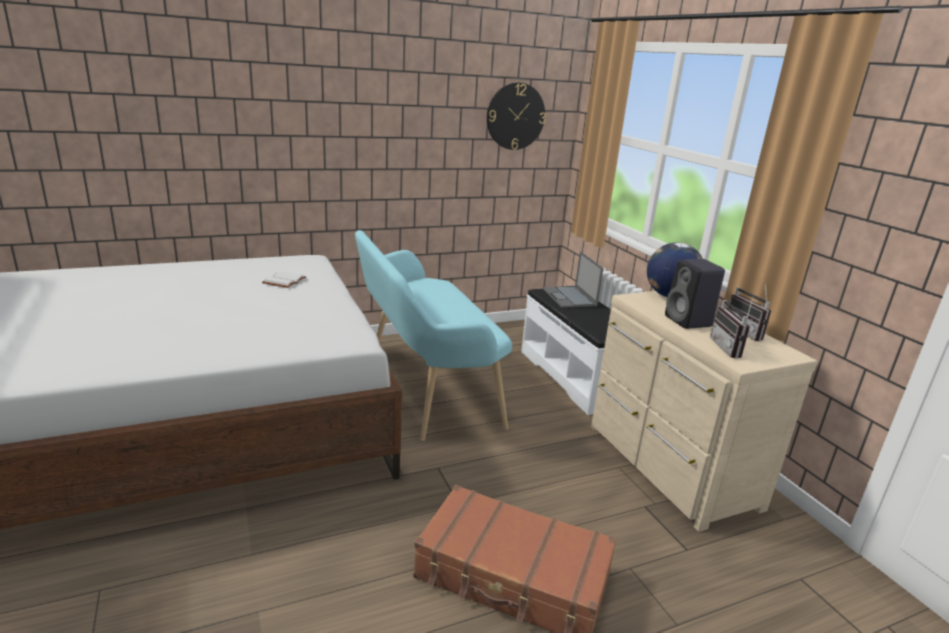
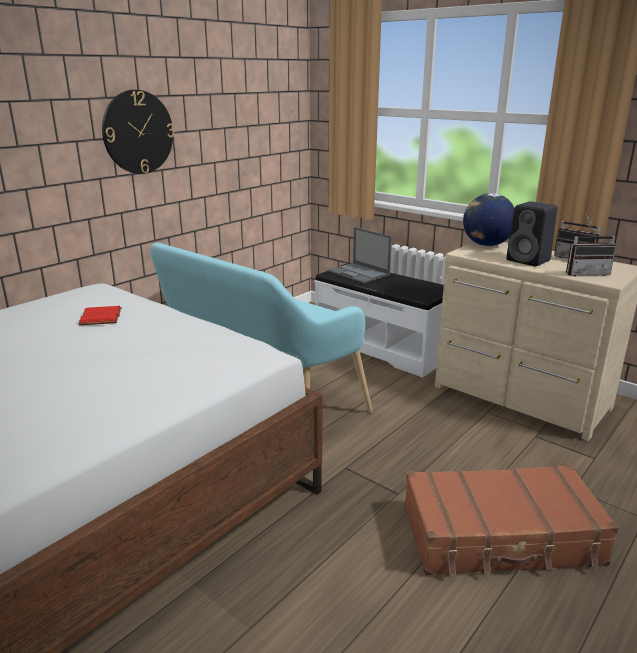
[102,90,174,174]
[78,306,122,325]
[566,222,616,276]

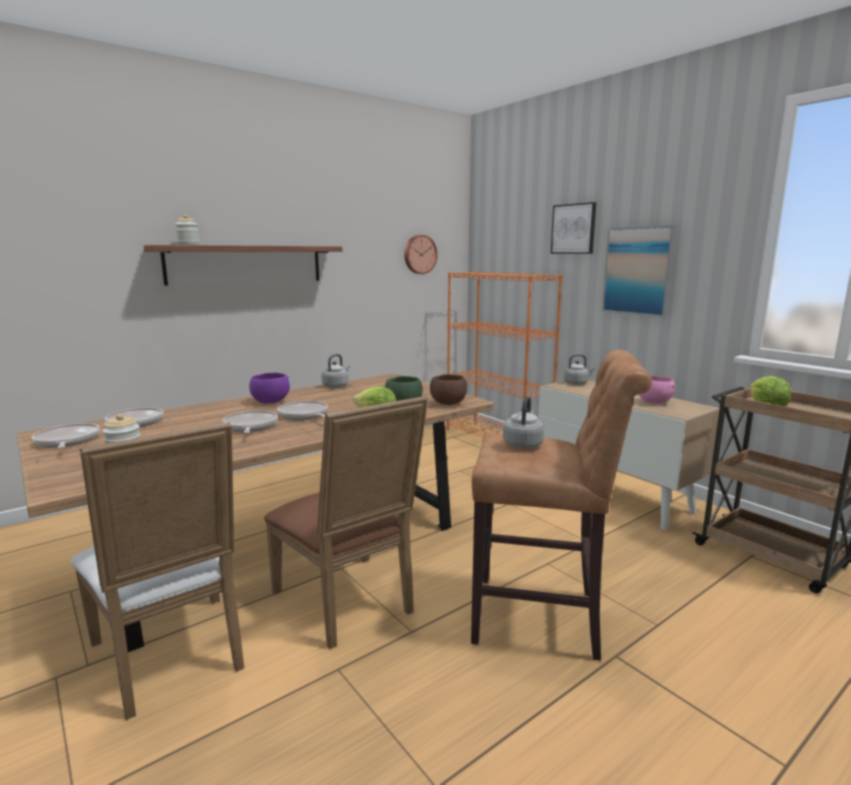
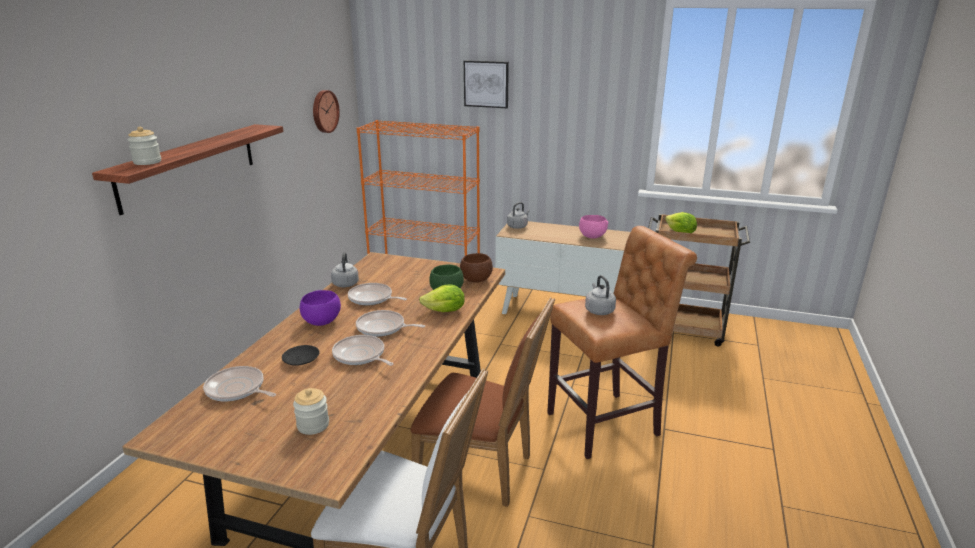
[602,226,676,317] (first image)
[348,283,407,305]
[282,345,320,366]

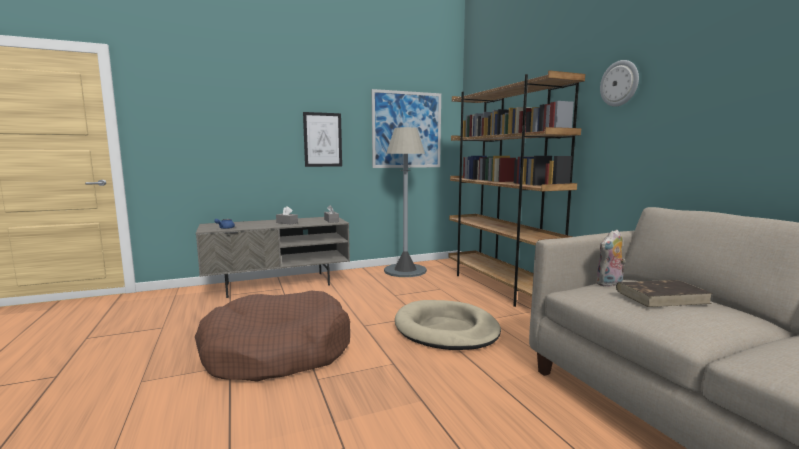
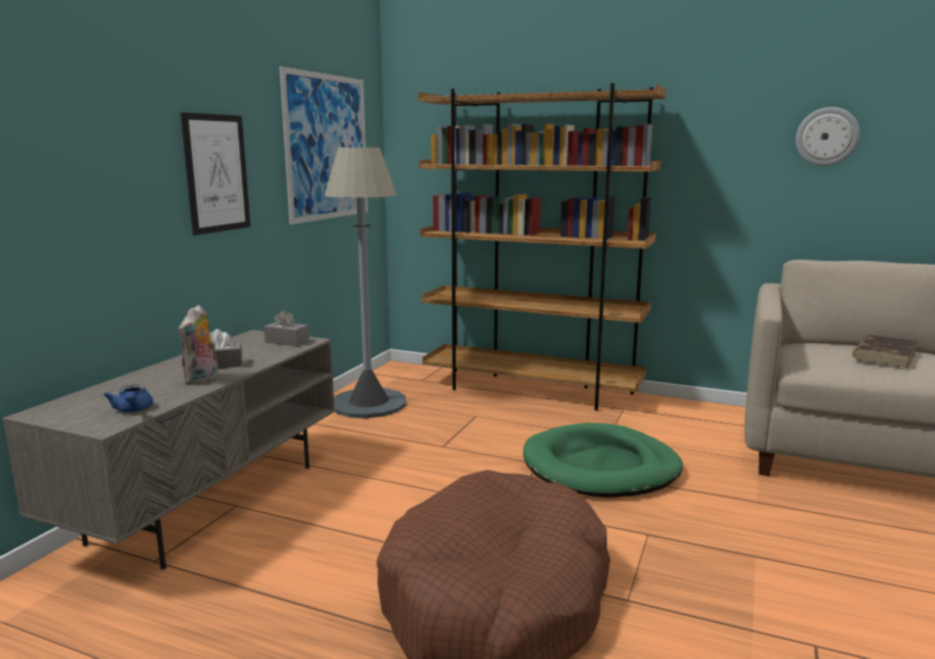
[796,107,860,166]
[179,305,218,385]
[523,423,683,498]

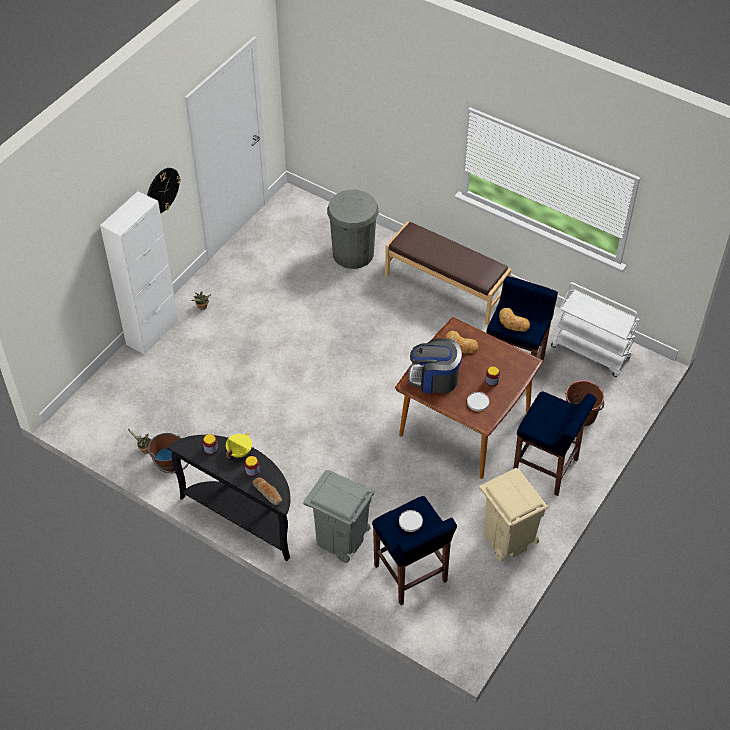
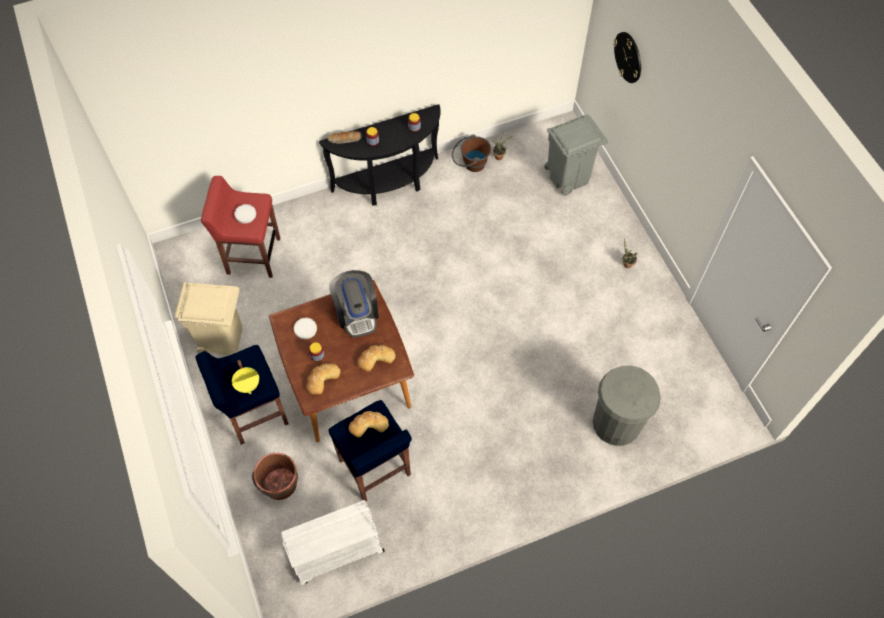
[613,32,641,83]
[100,191,178,355] (first image)
[385,222,511,325] (first image)
[329,270,379,338]
[232,360,259,394]
[544,114,608,196]
[201,176,281,278]
[307,363,340,395]

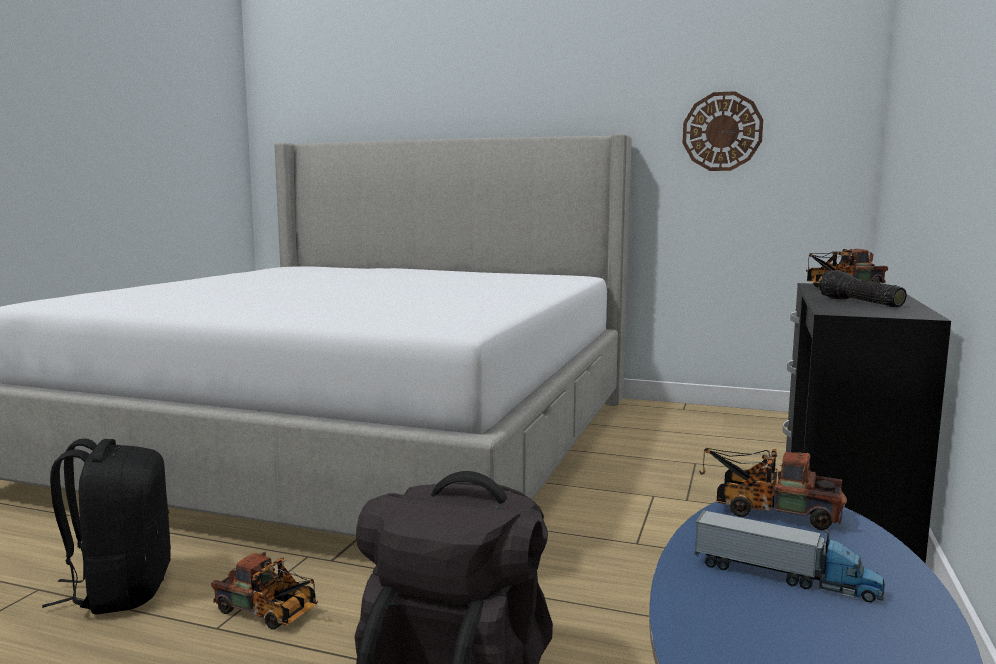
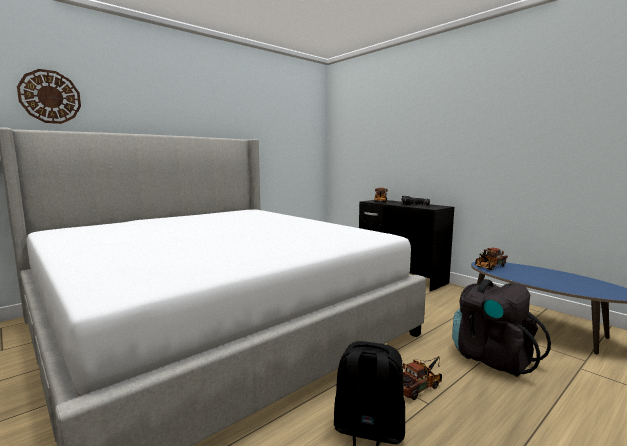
[17,69,81,124]
[695,510,885,602] (first image)

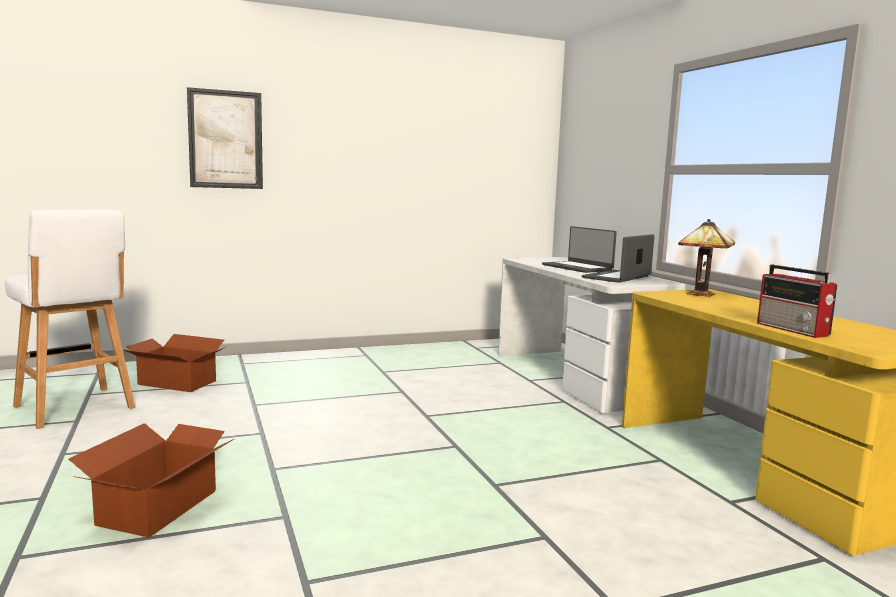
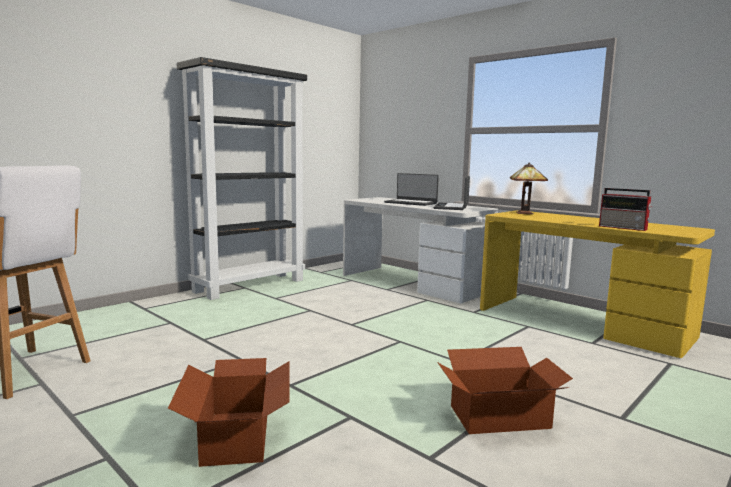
[187,87,263,189] (first image)
[437,347,573,434]
[177,57,307,300]

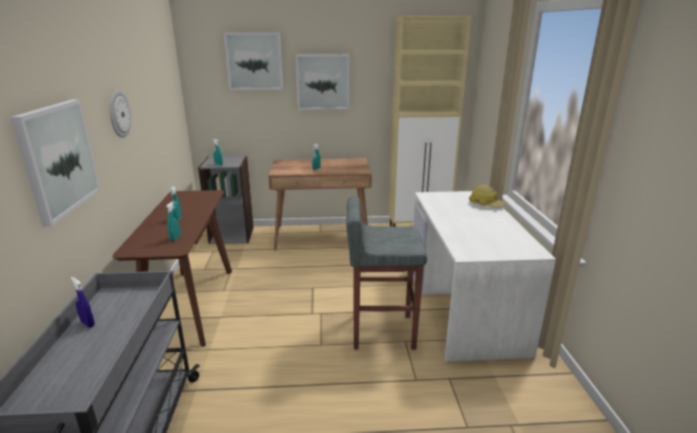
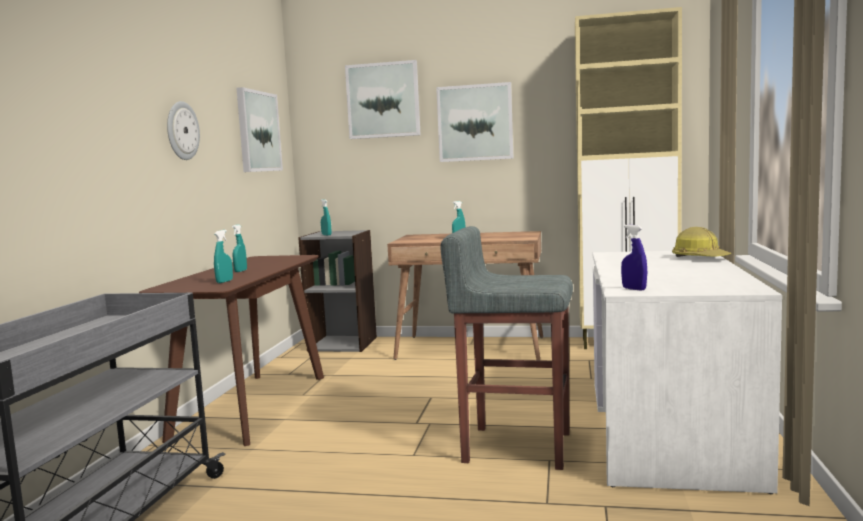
[236,87,283,172]
[621,225,647,291]

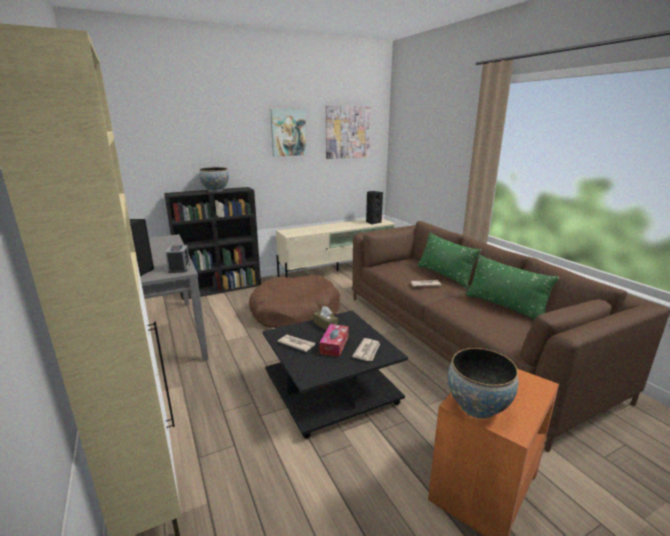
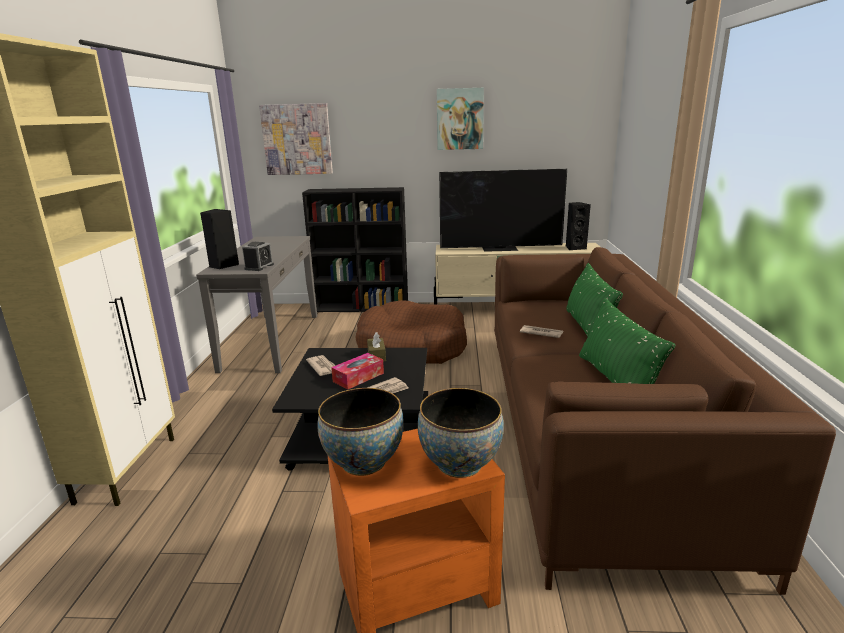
[259,103,333,175]
[418,388,504,478]
[439,169,567,252]

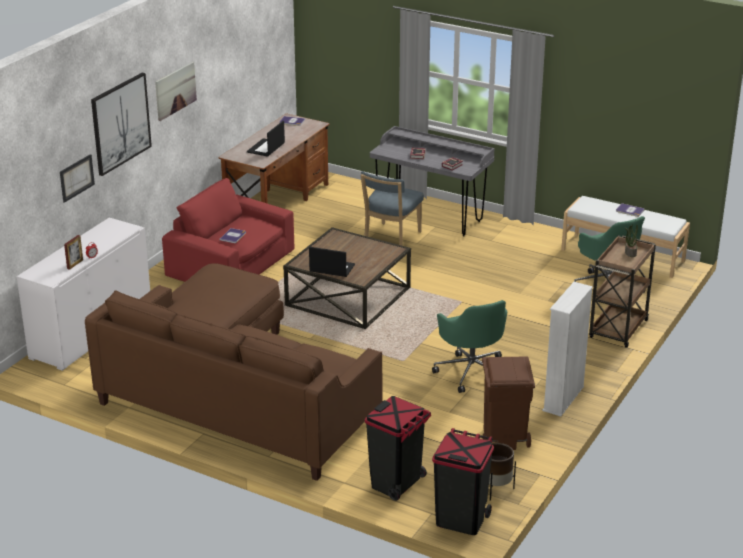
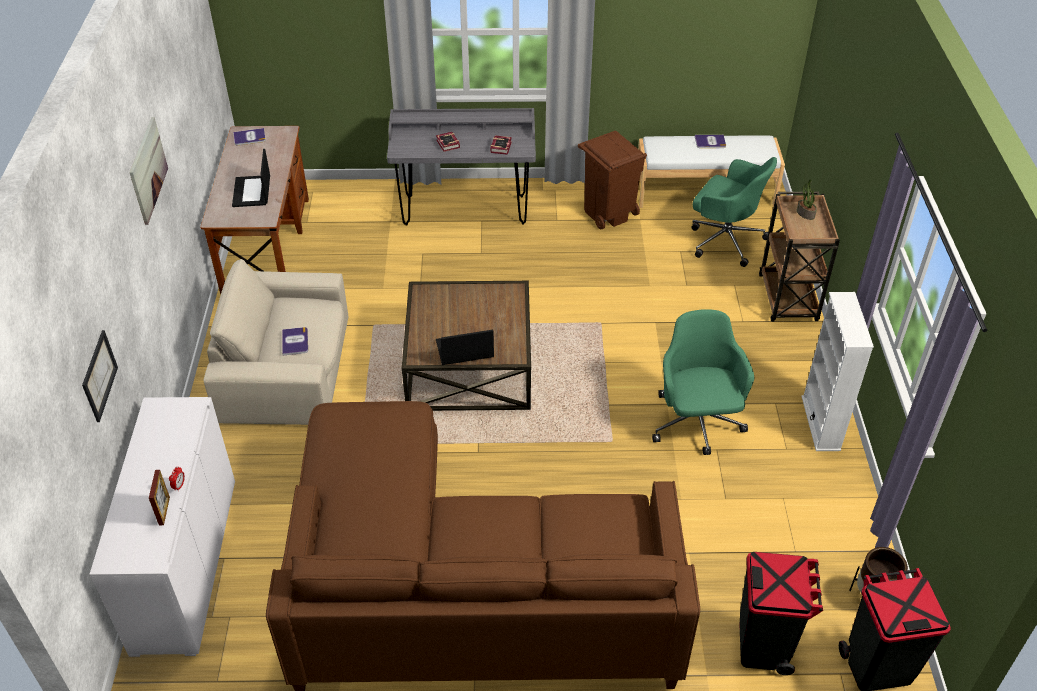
[91,73,152,176] (first image)
[360,171,424,246] (first image)
[204,259,348,425]
[652,309,754,455]
[578,131,647,230]

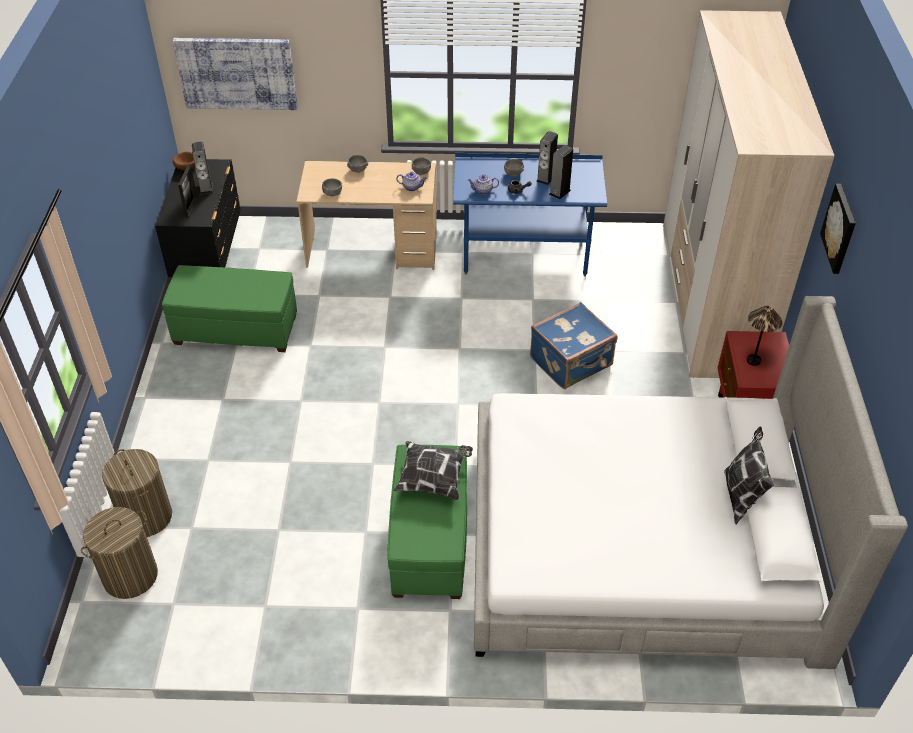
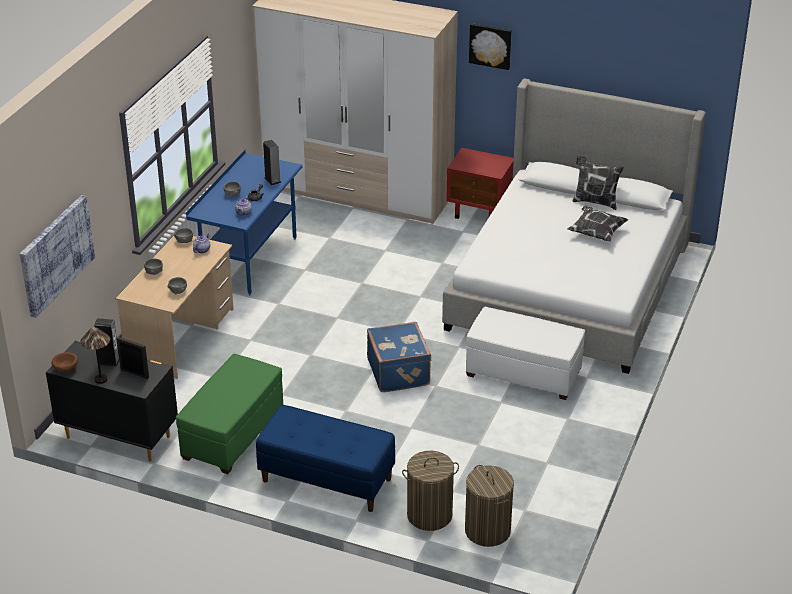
[536,131,558,185] (first image)
[367,322,431,392]
[81,327,110,384]
[567,206,628,242]
[466,307,585,400]
[256,405,395,512]

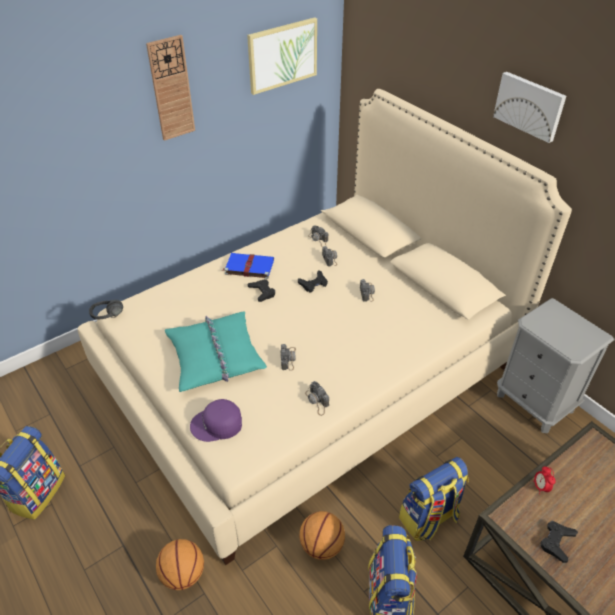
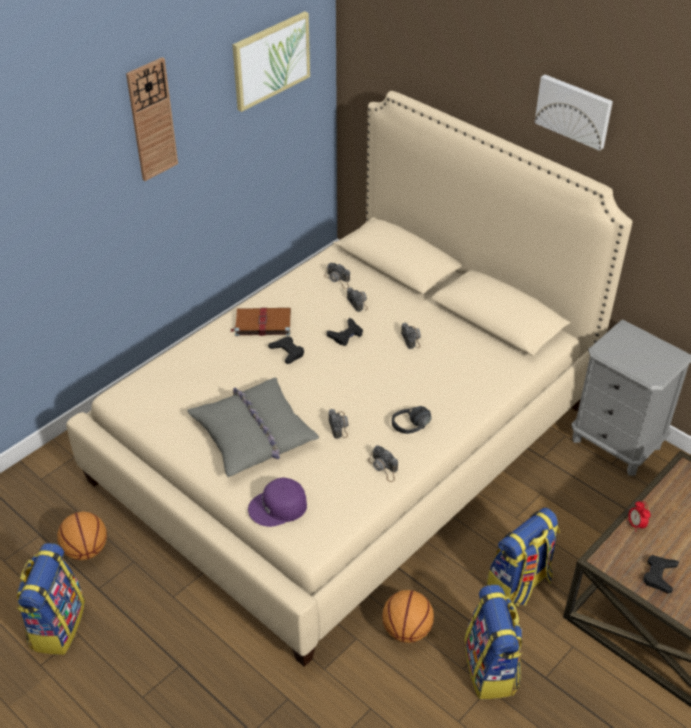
[230,308,291,336]
[392,406,432,434]
[187,378,319,477]
[57,511,107,560]

